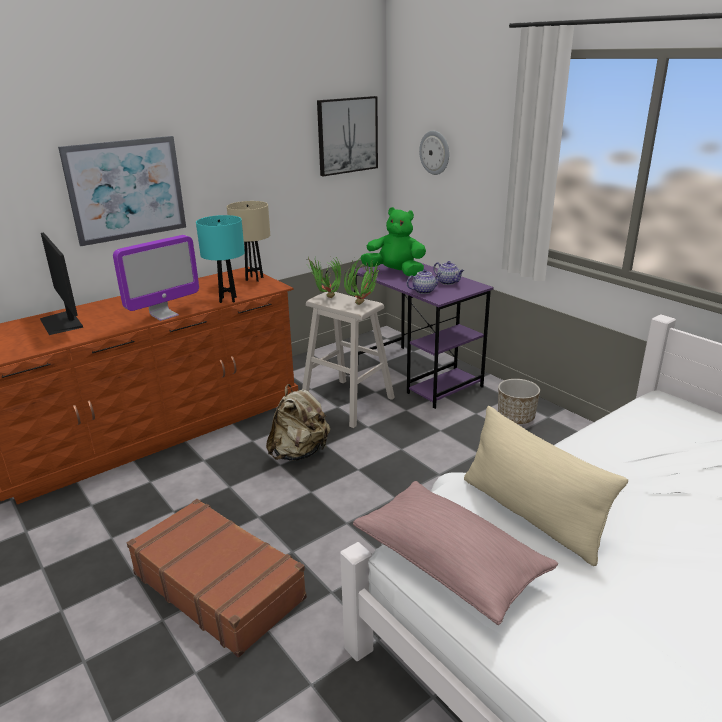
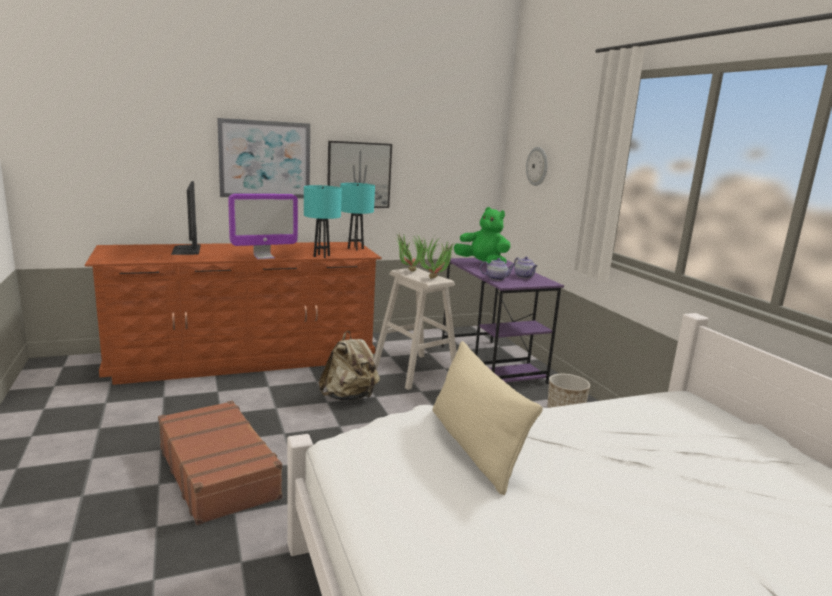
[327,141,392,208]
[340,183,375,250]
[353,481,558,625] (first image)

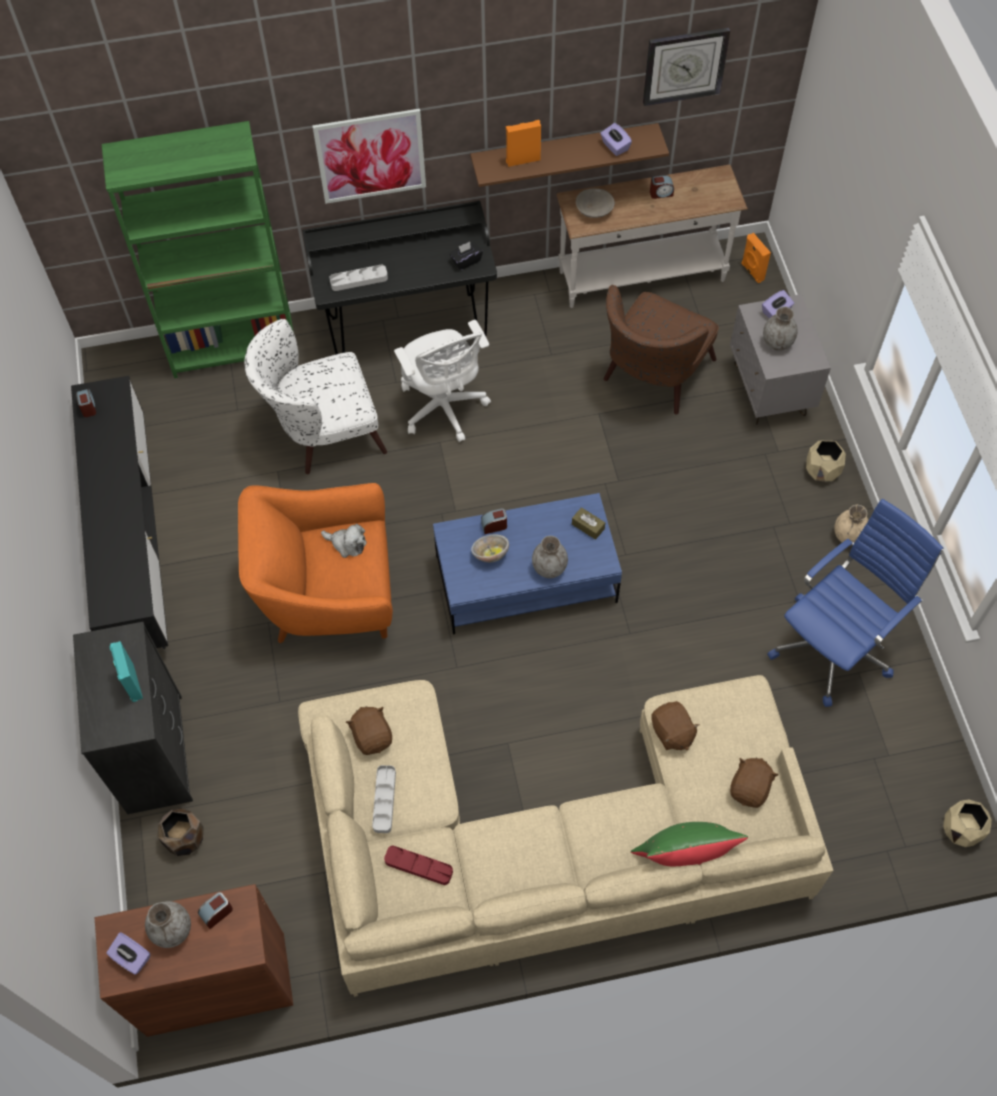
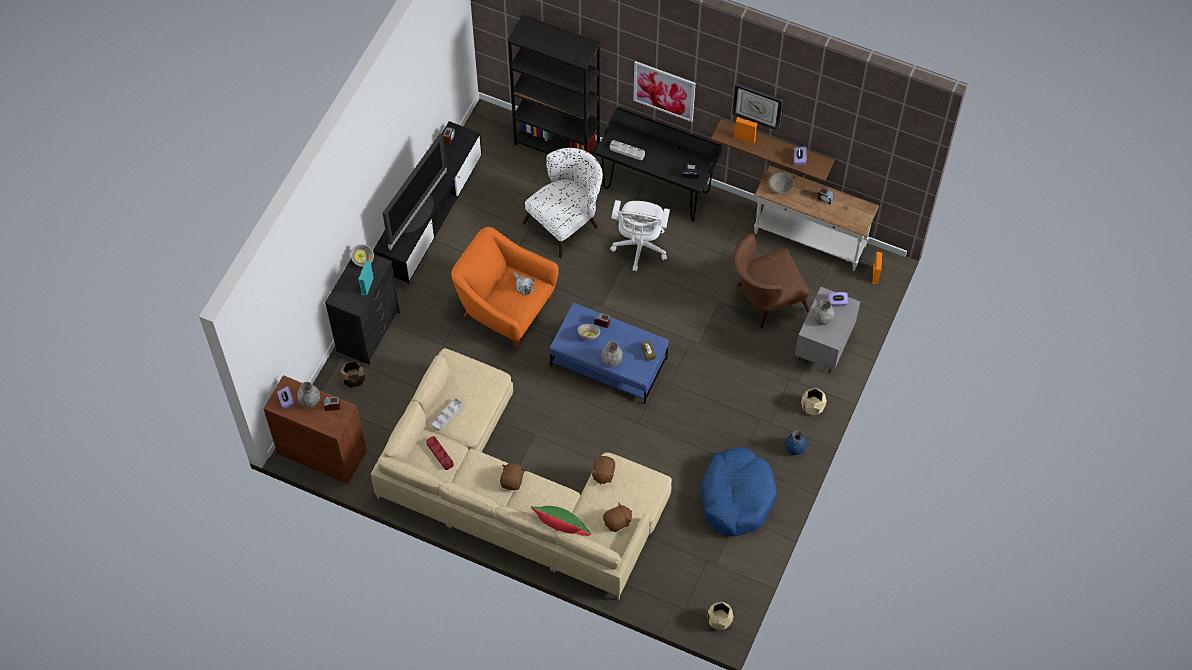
[732,83,783,131]
[507,14,601,156]
[523,148,603,258]
[701,447,777,537]
[785,430,807,455]
[500,463,525,490]
[383,134,447,250]
[351,244,374,267]

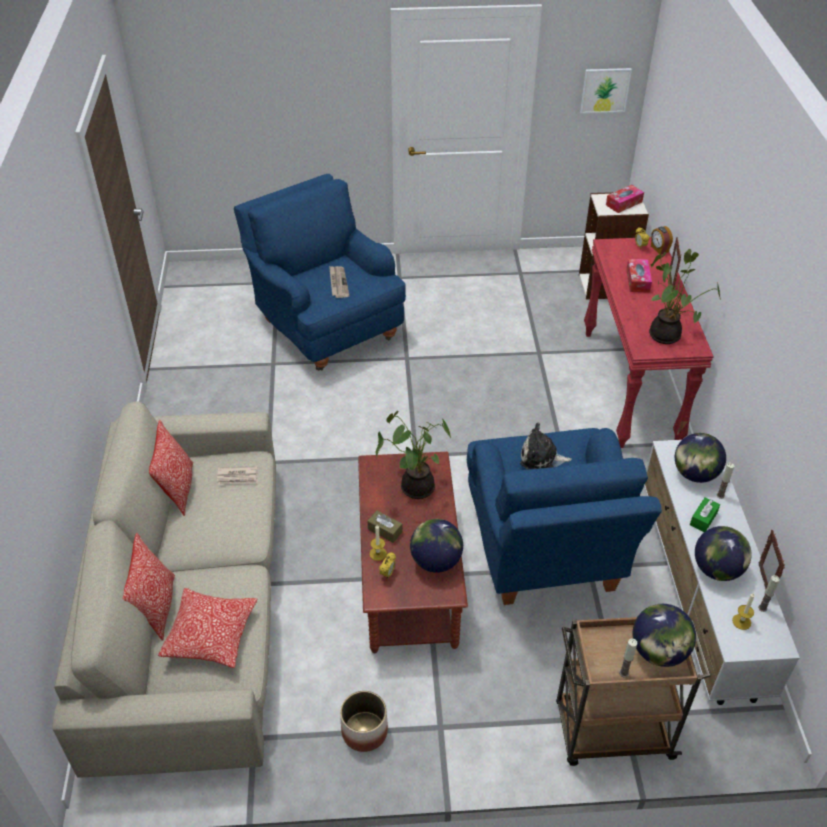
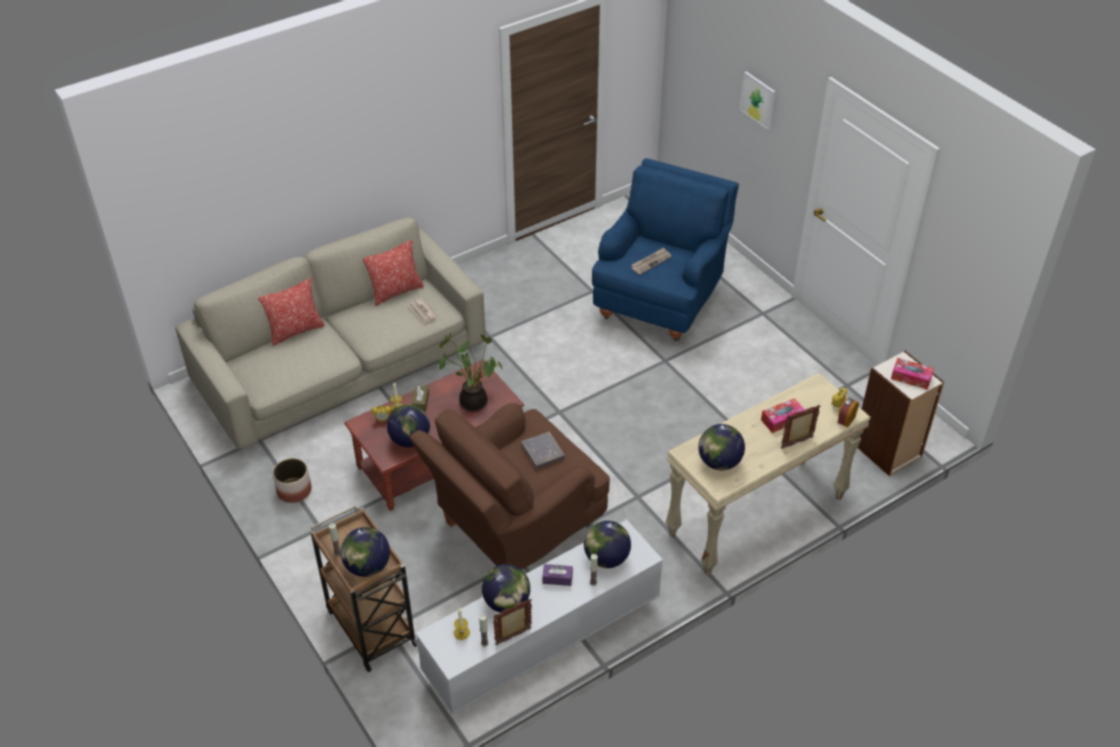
[740,71,775,130]
[665,373,871,576]
[698,424,745,470]
[521,431,565,469]
[410,403,610,570]
[542,564,573,586]
[158,588,258,668] (first image)

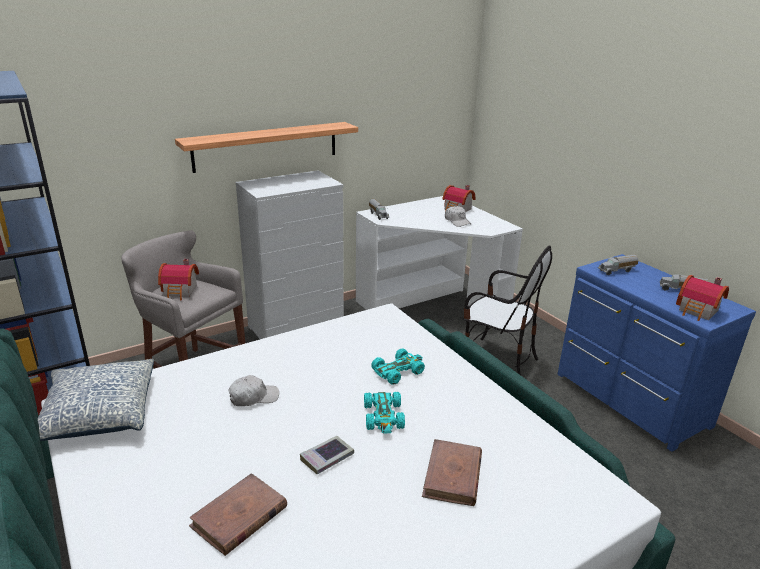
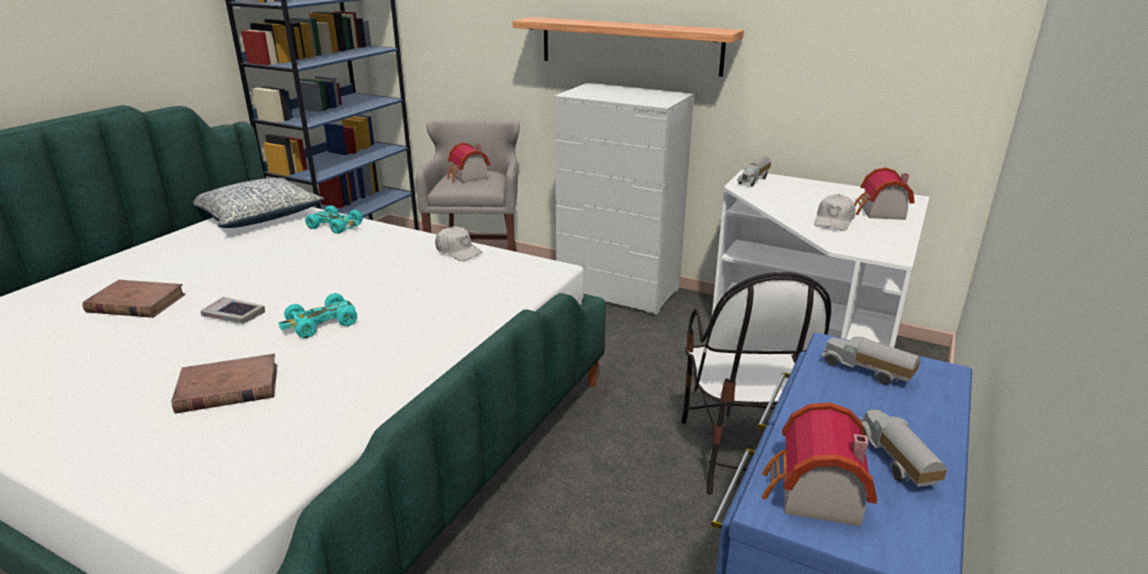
[305,205,363,234]
[435,226,483,261]

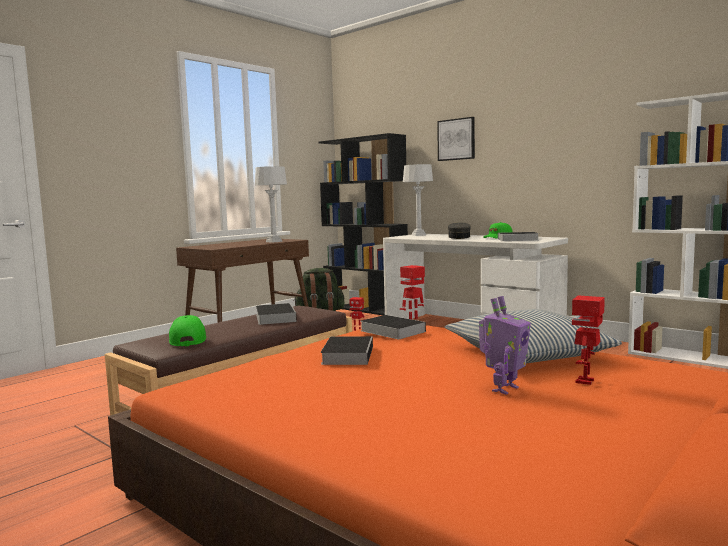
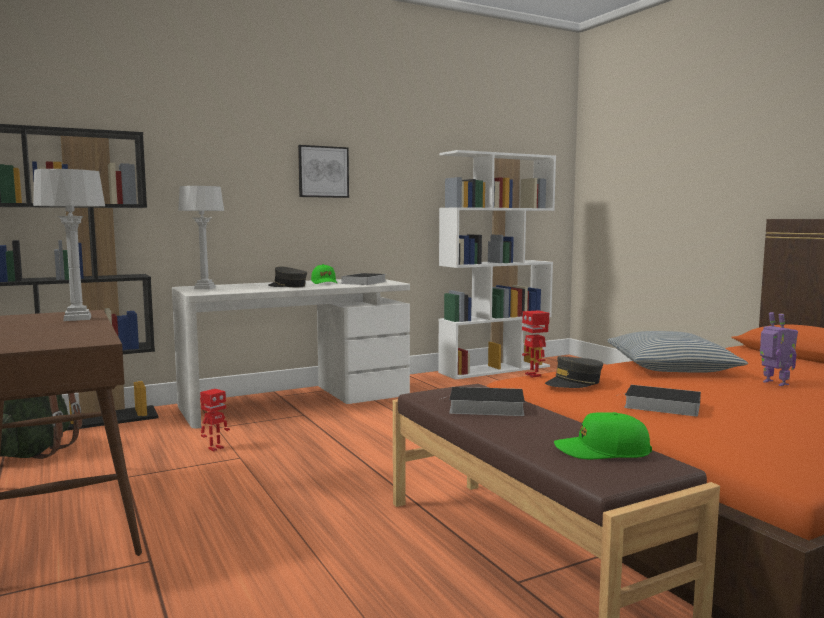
[298,145,349,198]
[572,295,605,385] (first image)
[545,356,603,388]

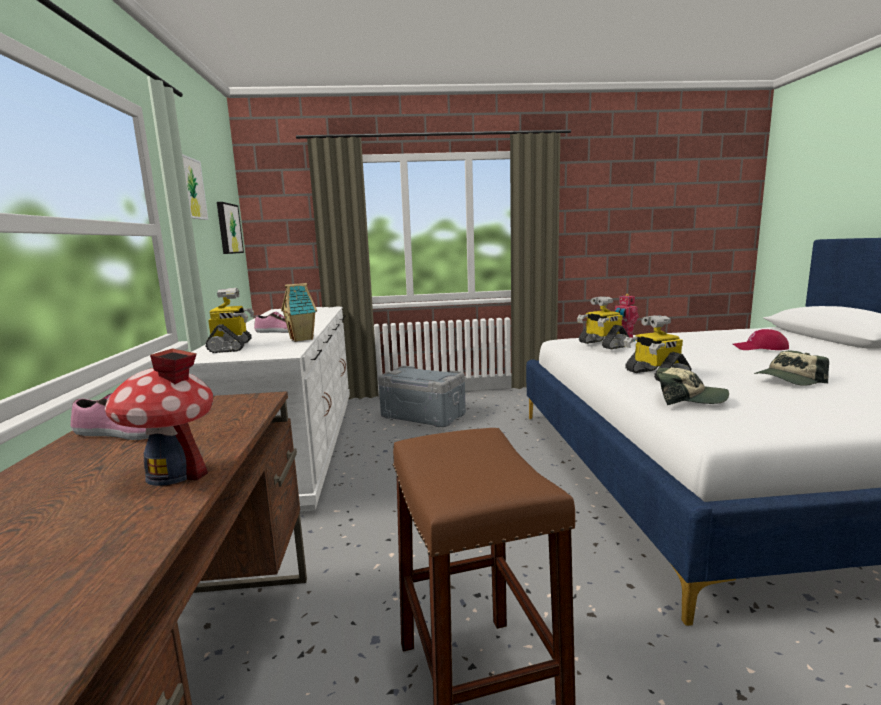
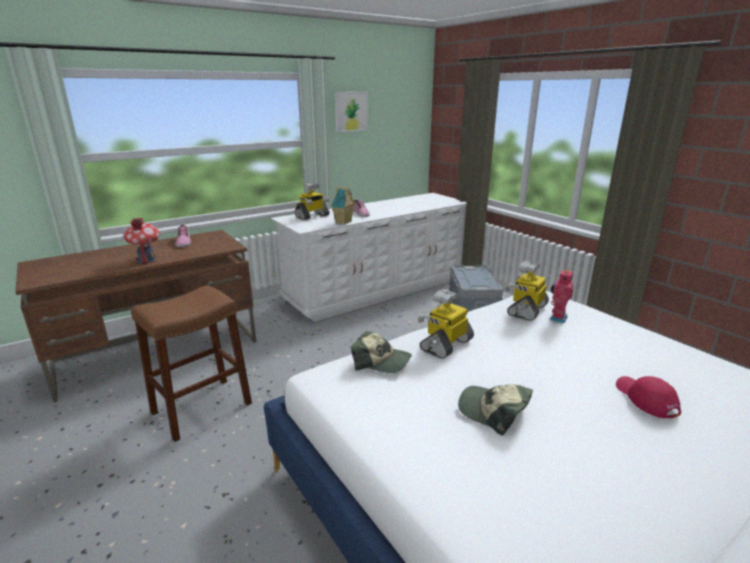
[217,202,244,254] (first image)
[351,331,412,373]

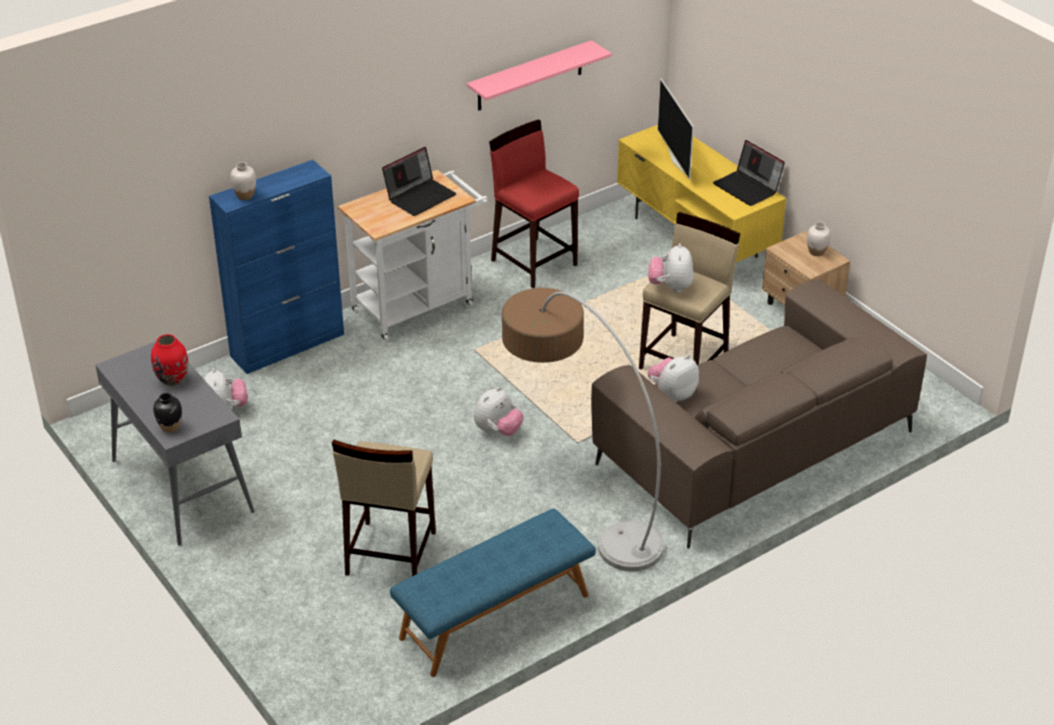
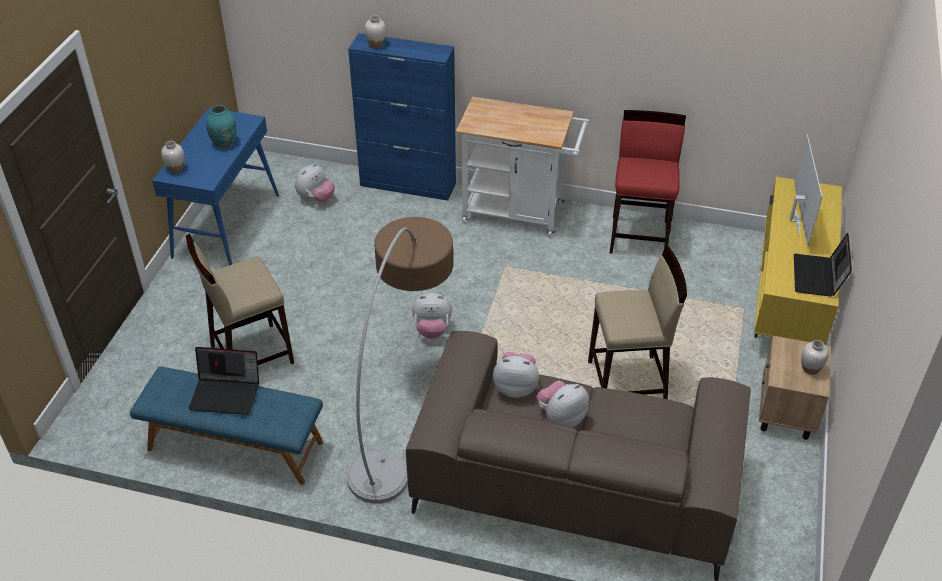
[467,40,612,110] (first image)
[790,134,823,246]
[188,347,259,415]
[536,381,589,428]
[206,105,237,148]
[152,108,279,266]
[161,141,185,173]

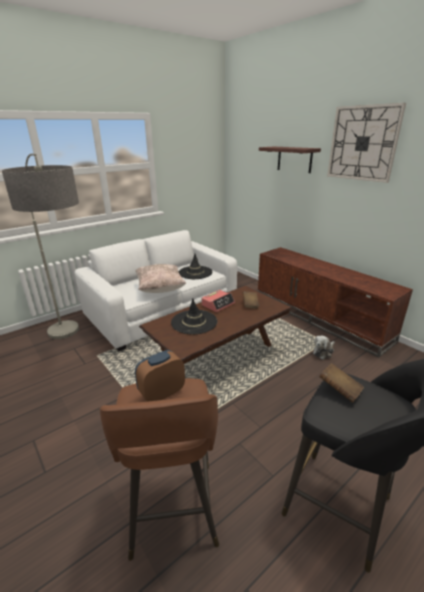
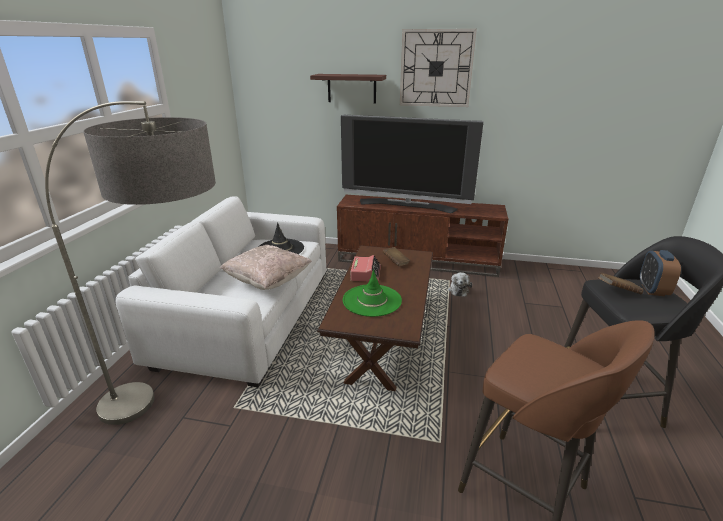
[343,270,402,317]
[640,250,681,296]
[341,115,484,213]

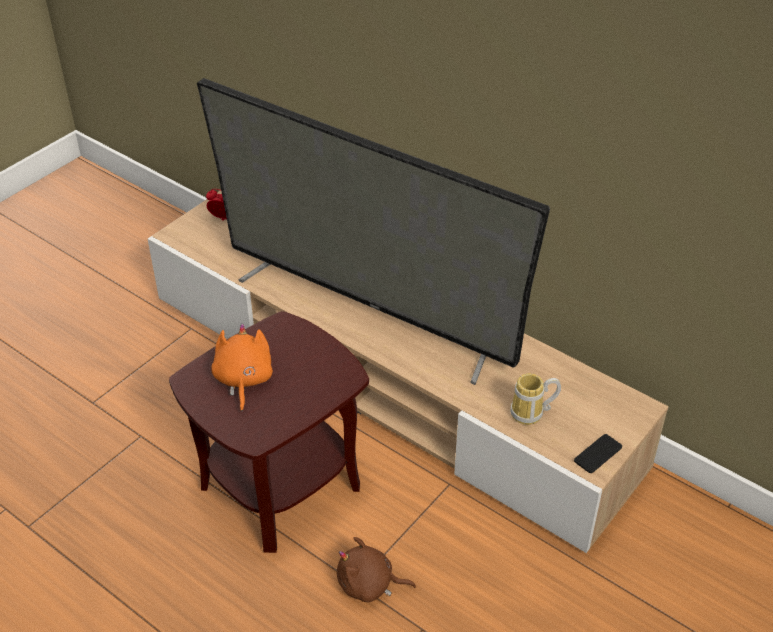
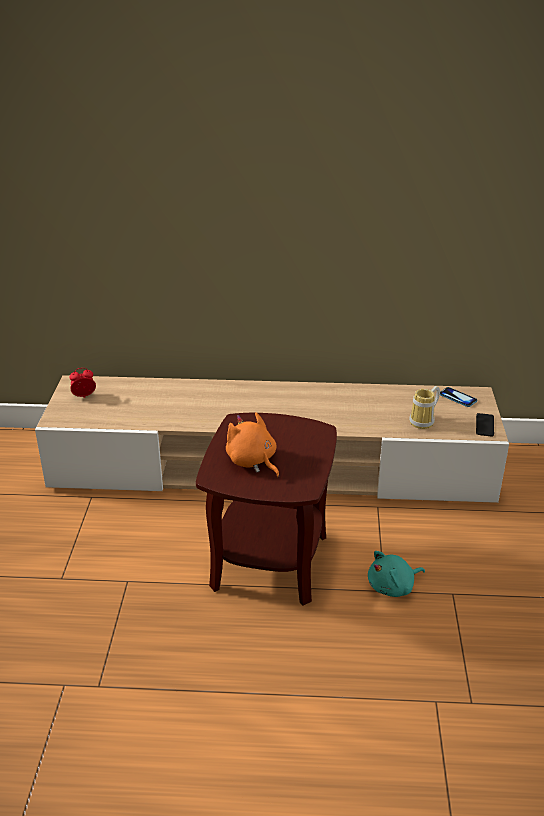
[197,78,550,385] (first image)
[368,551,425,597]
[440,387,477,407]

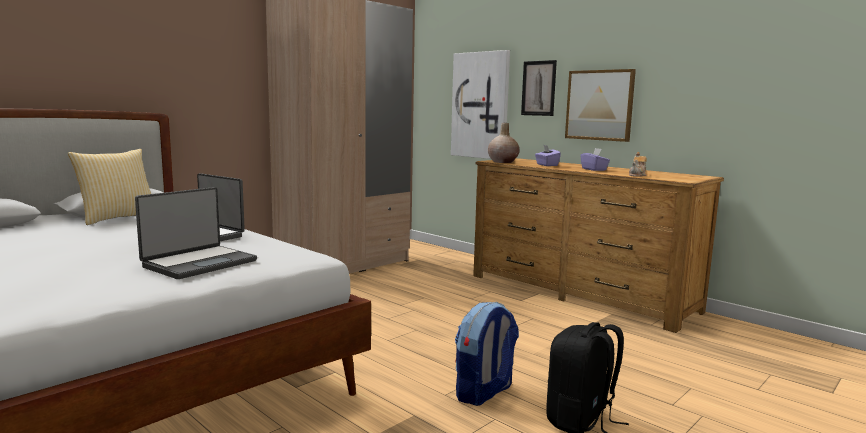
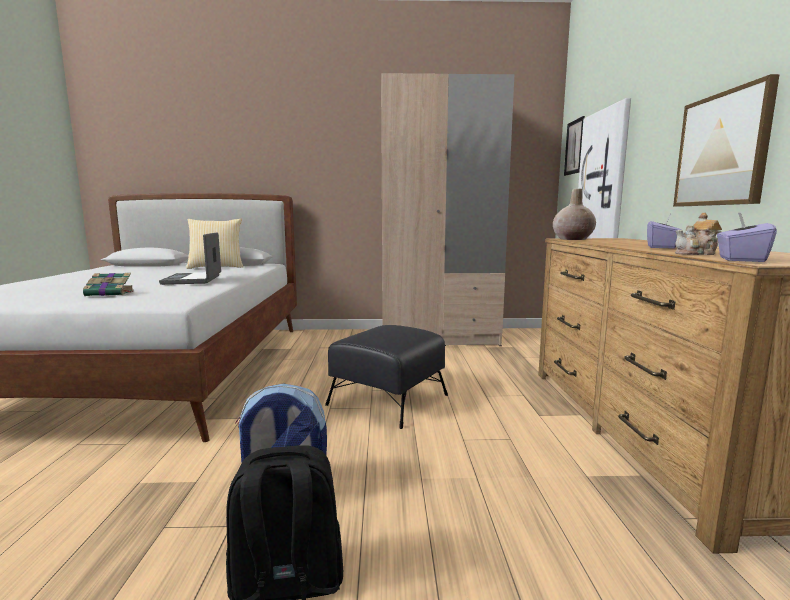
[564,116,585,176]
[717,213,777,262]
[83,273,134,296]
[325,325,448,429]

